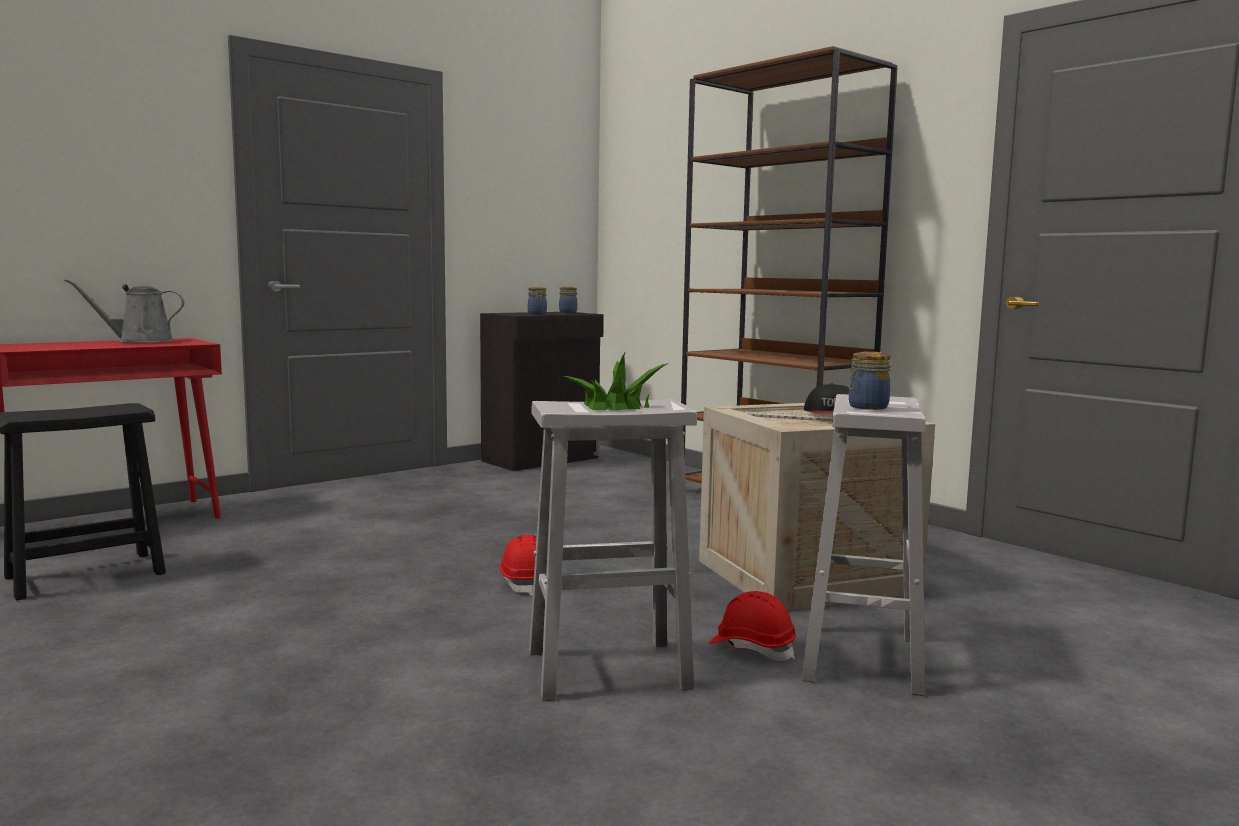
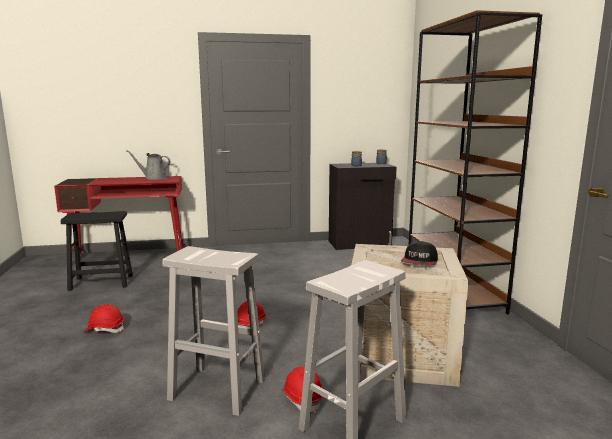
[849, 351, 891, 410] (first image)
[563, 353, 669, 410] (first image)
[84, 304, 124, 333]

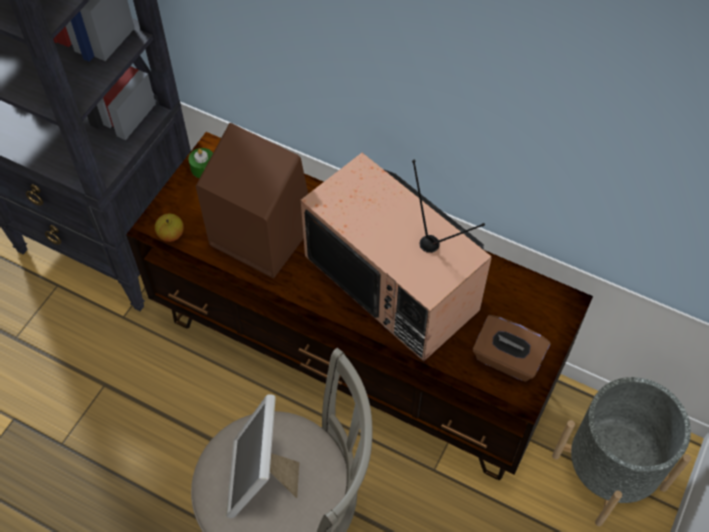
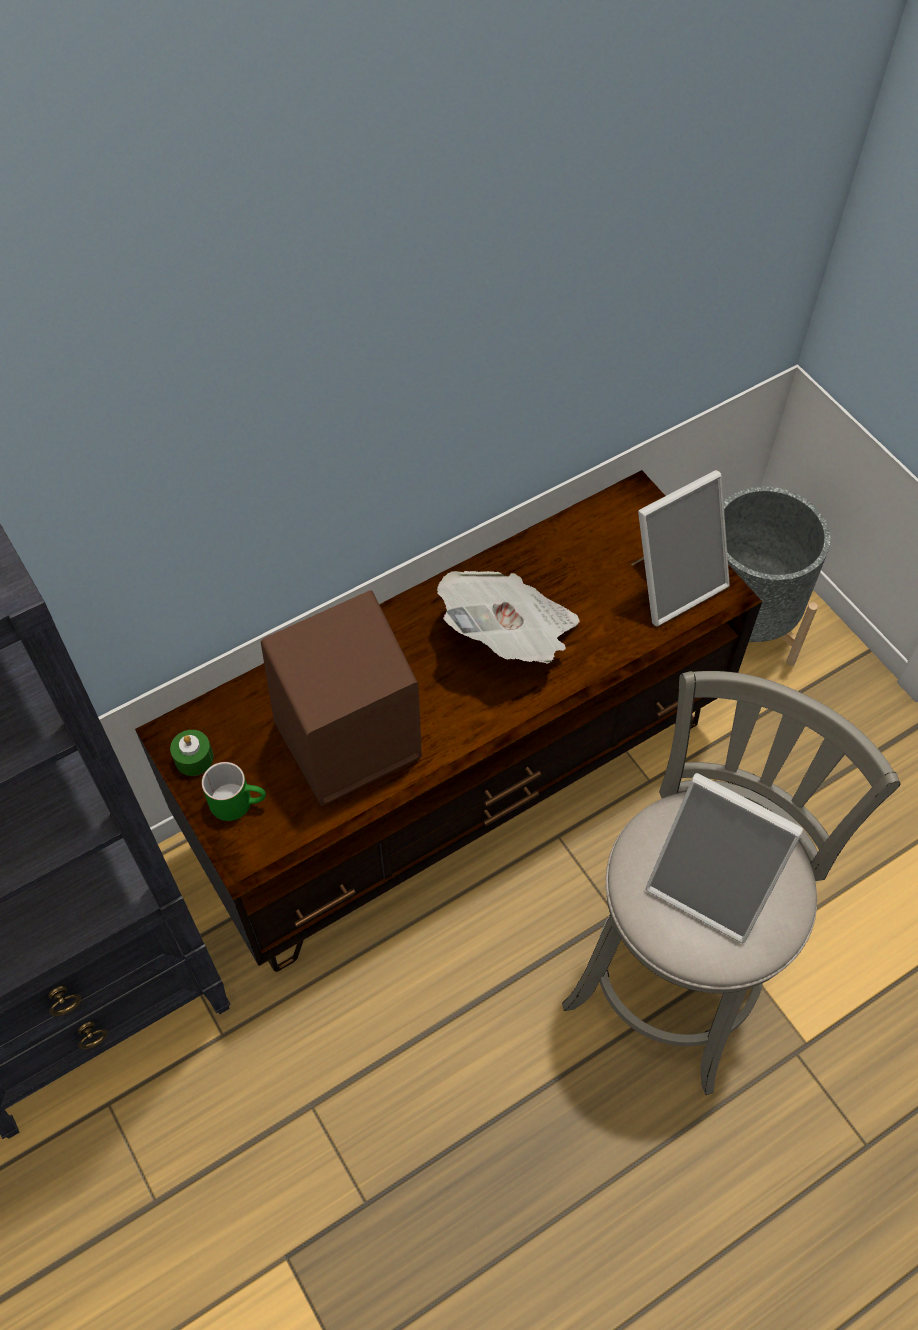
[437, 571, 580, 664]
[155, 214, 184, 242] (first image)
[631, 470, 730, 626]
[201, 762, 266, 821]

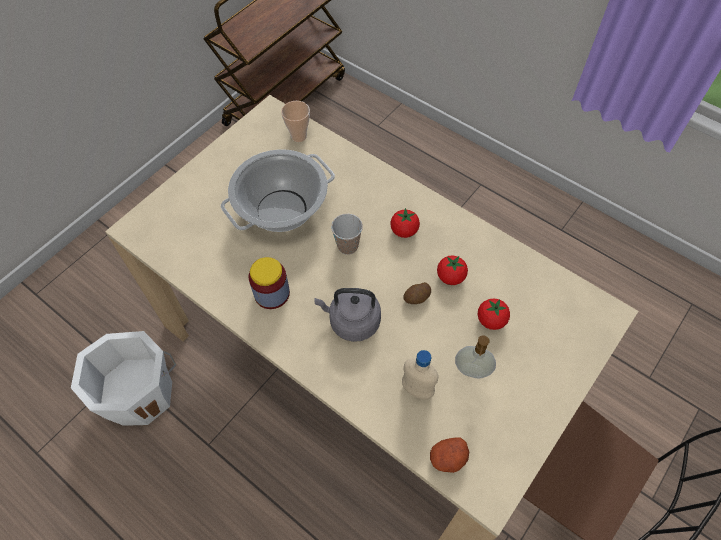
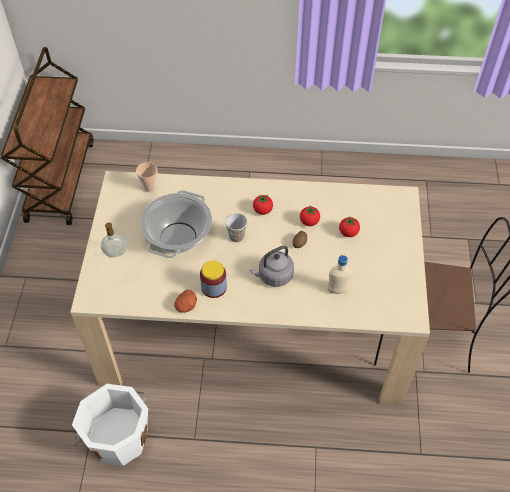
[101, 223, 127, 257]
[174, 289, 197, 313]

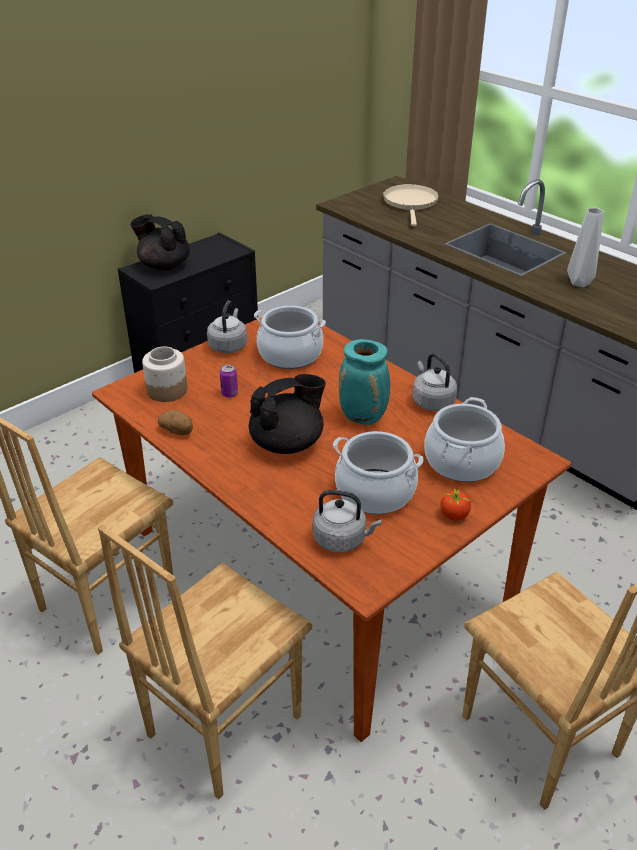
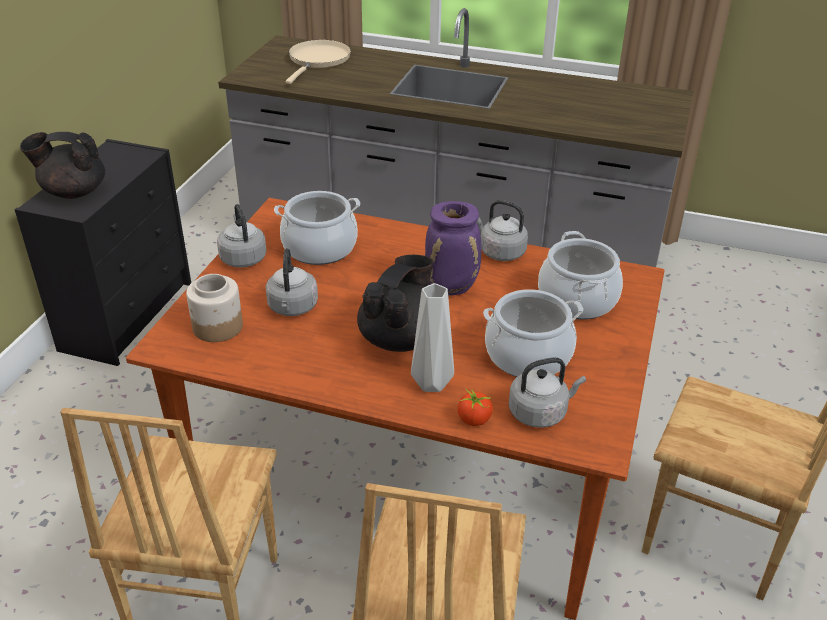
[286, 40, 351, 84]
[411, 283, 454, 392]
[425, 201, 481, 295]
[266, 248, 318, 316]
[158, 410, 193, 435] (first image)
[458, 388, 493, 426]

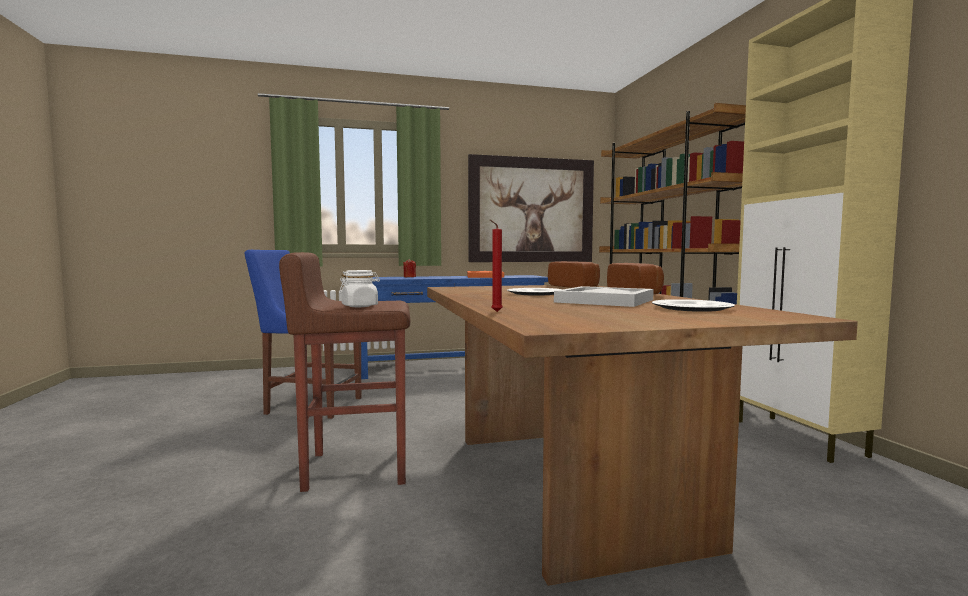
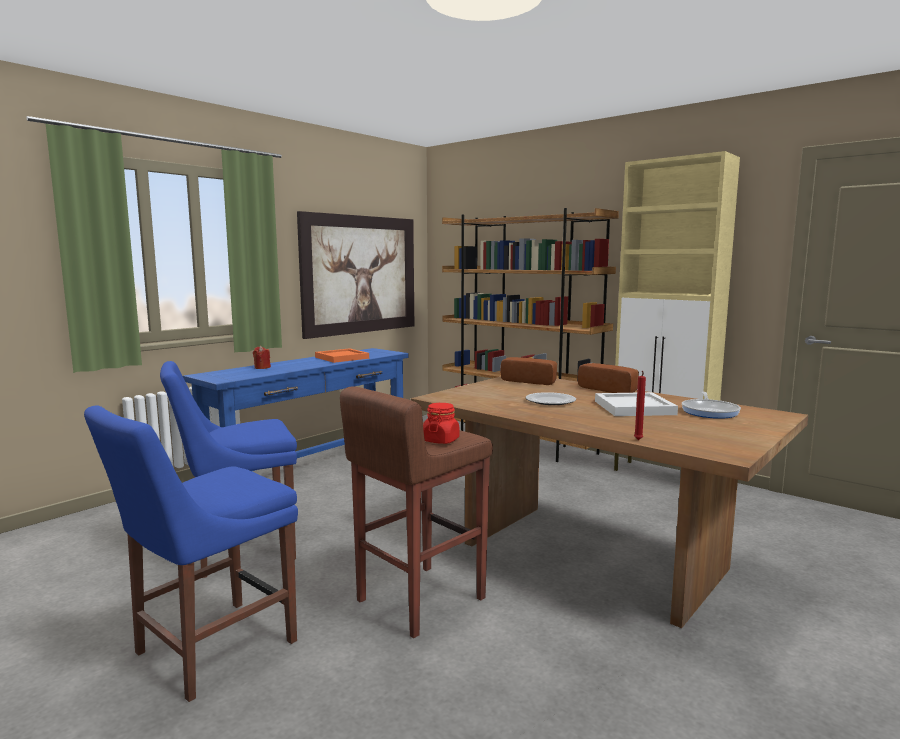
[423, 403, 459, 444]
[682, 392, 741, 419]
[84, 406, 298, 702]

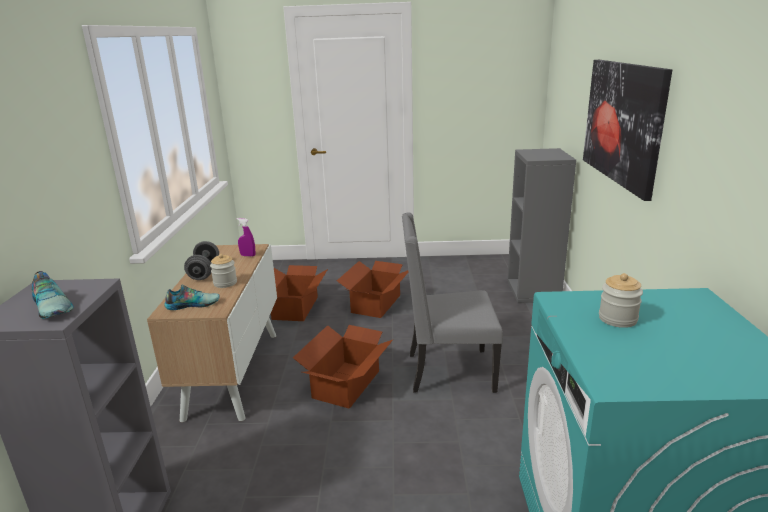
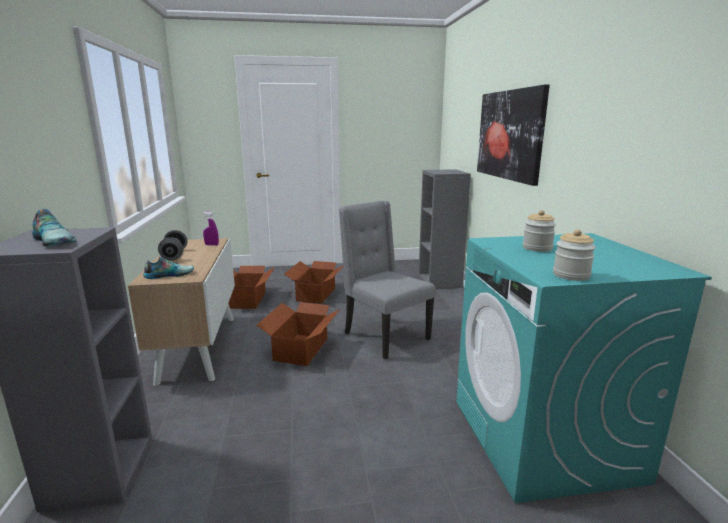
[339, 201, 435, 359]
[553, 229, 596, 281]

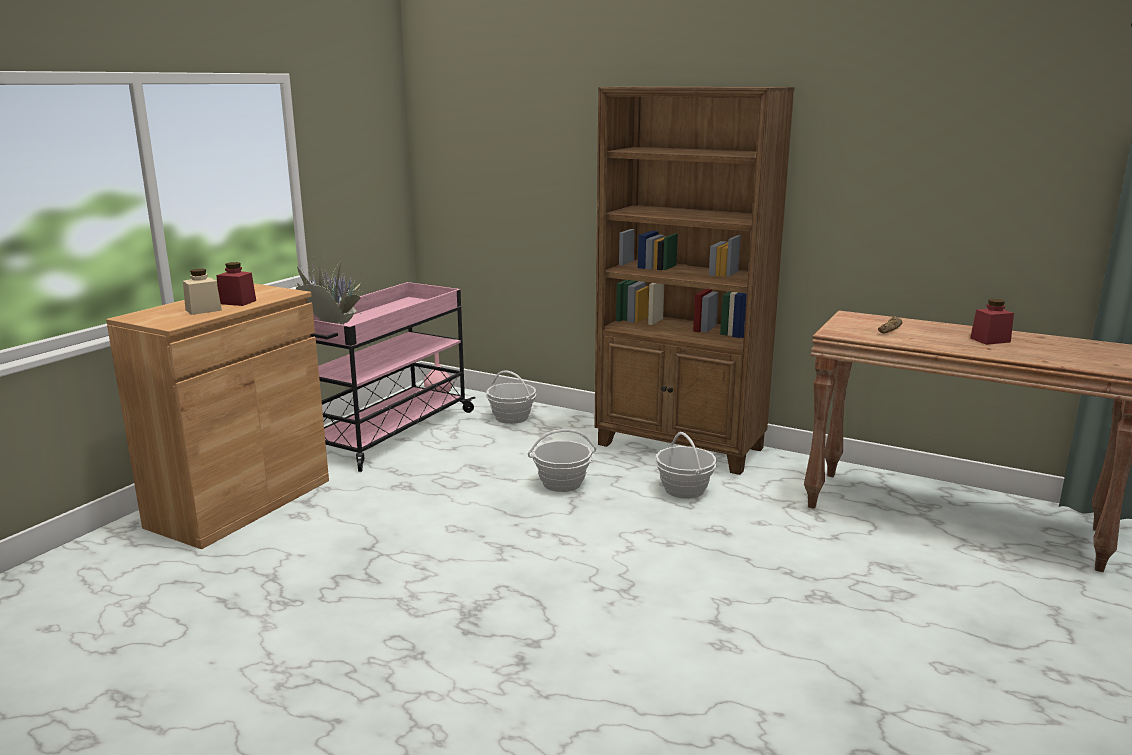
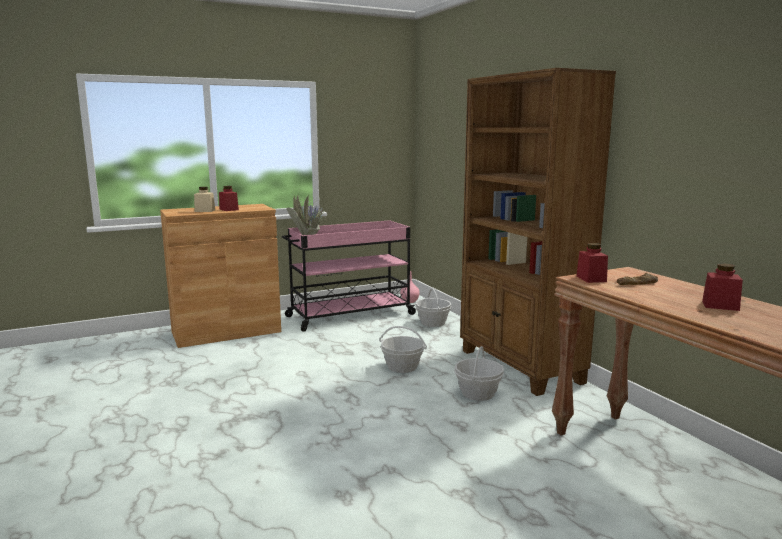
[576, 243, 608, 283]

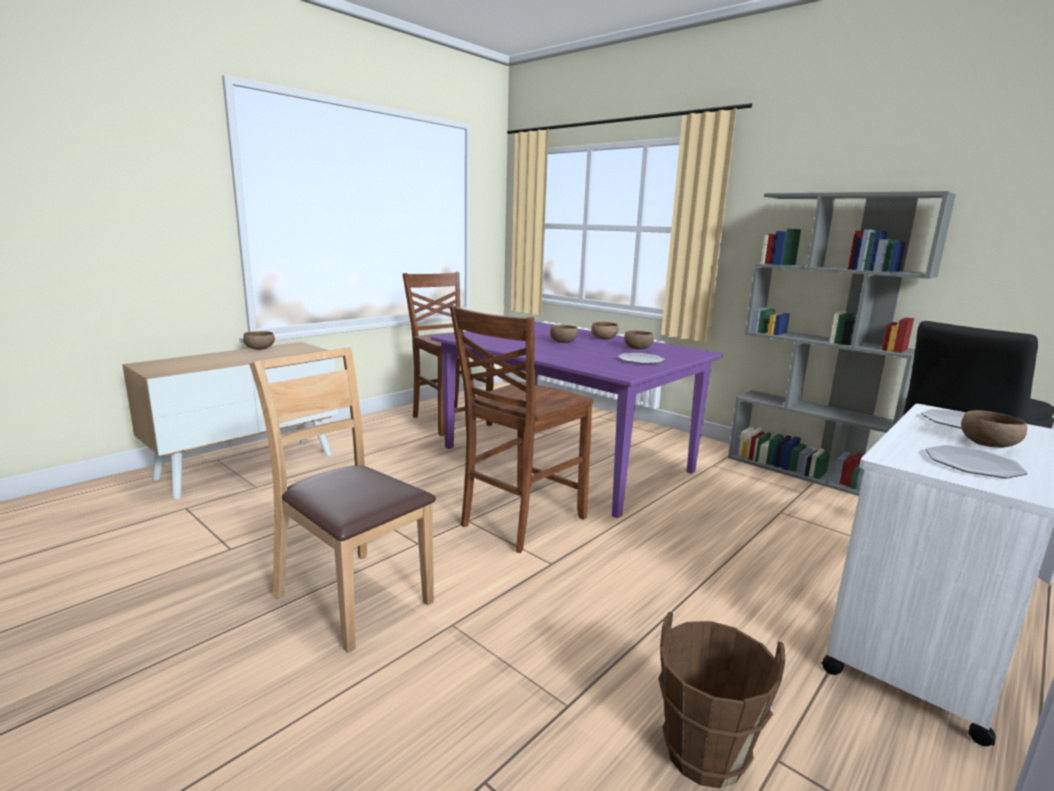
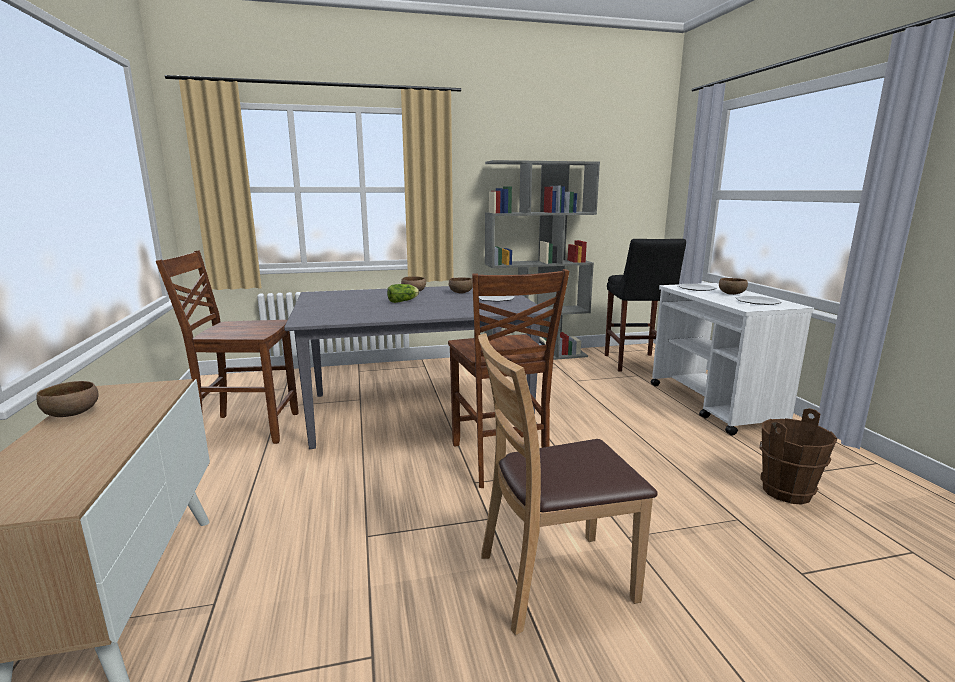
[284, 286, 547, 449]
[387, 284, 419, 303]

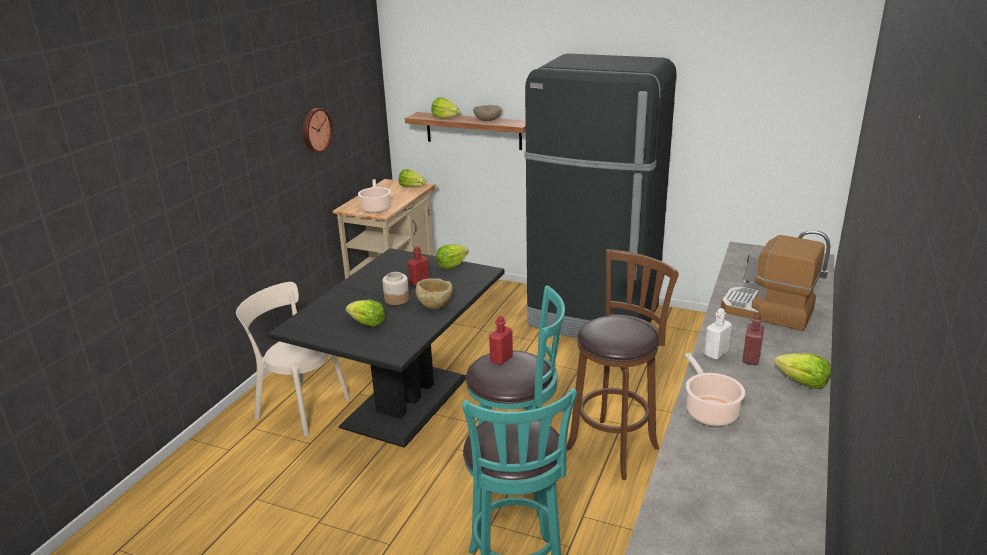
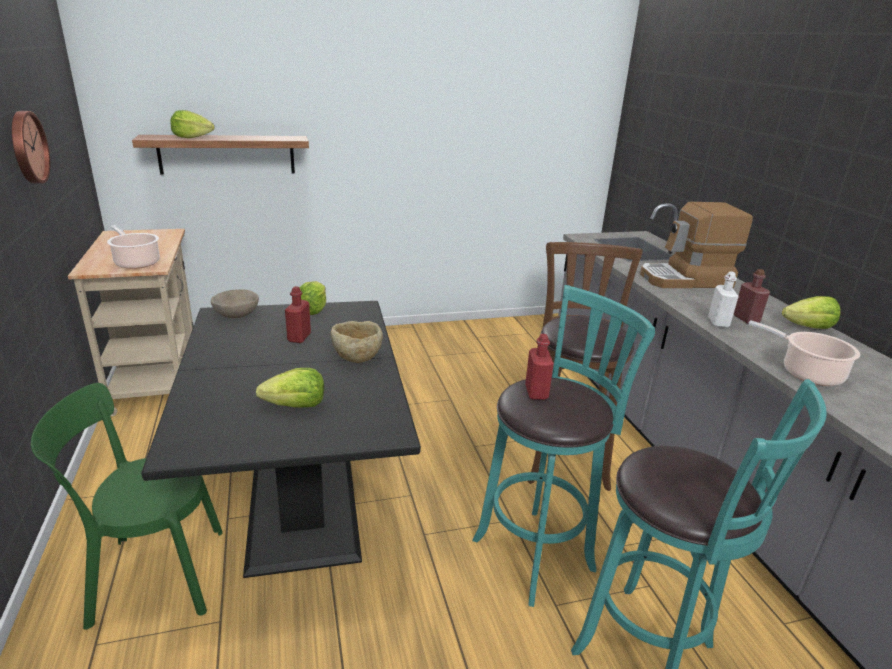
[524, 54, 676, 338] (first image)
[211, 289, 259, 318]
[399, 169, 426, 187] (first image)
[382, 272, 409, 305] (first image)
[31, 383, 223, 630]

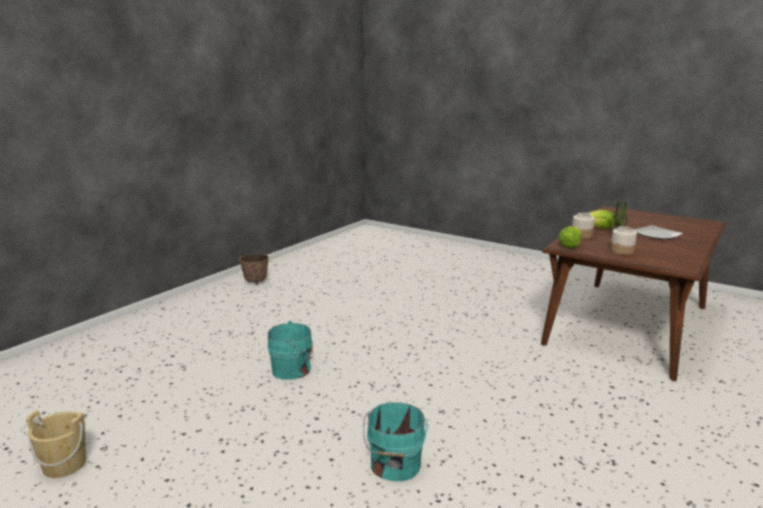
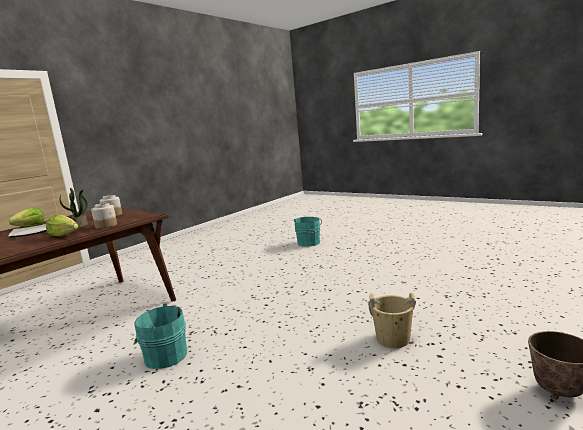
[8, 207, 44, 226]
[134, 304, 187, 369]
[368, 293, 416, 348]

